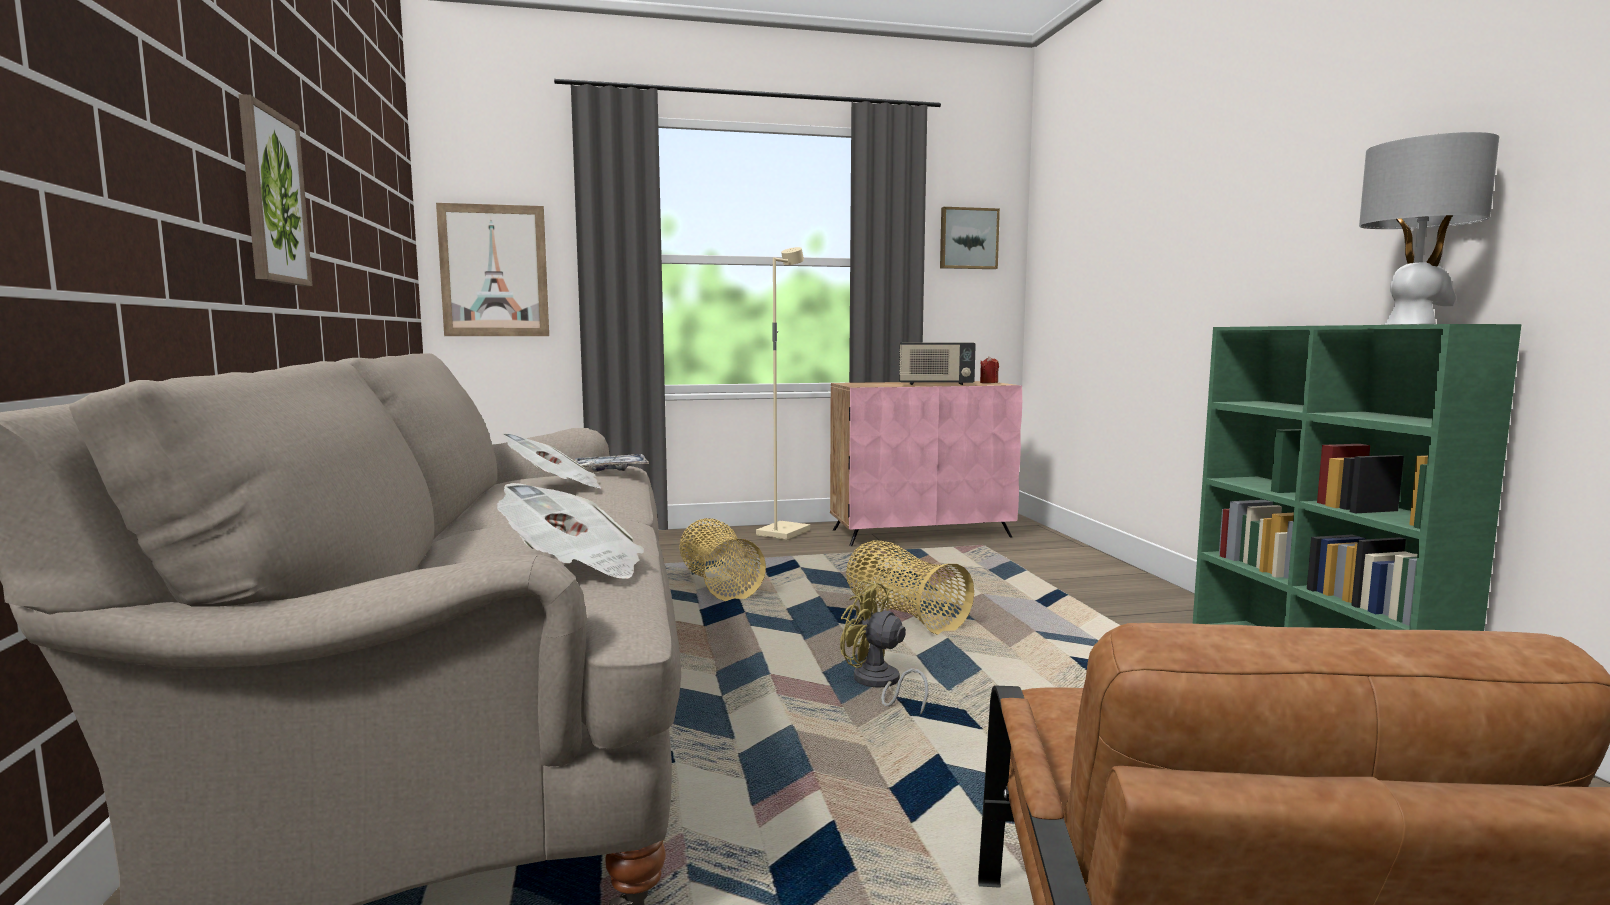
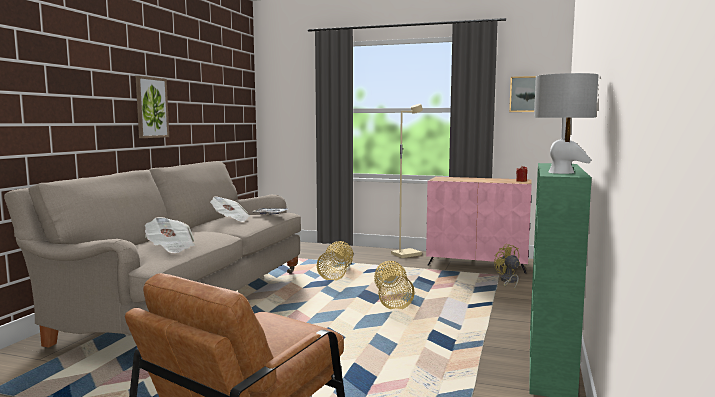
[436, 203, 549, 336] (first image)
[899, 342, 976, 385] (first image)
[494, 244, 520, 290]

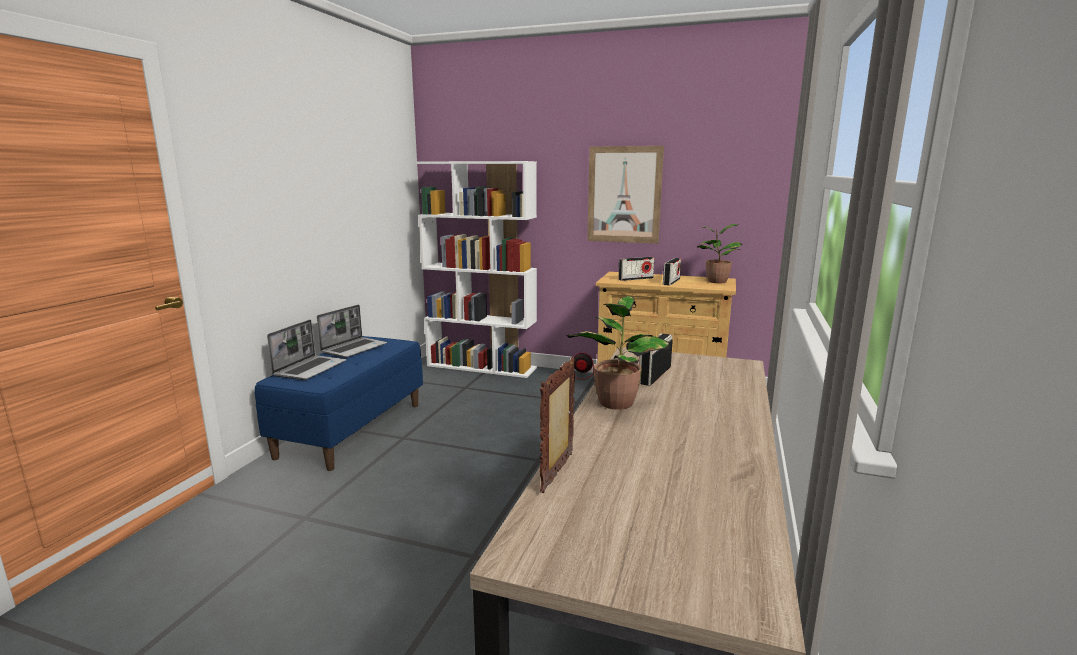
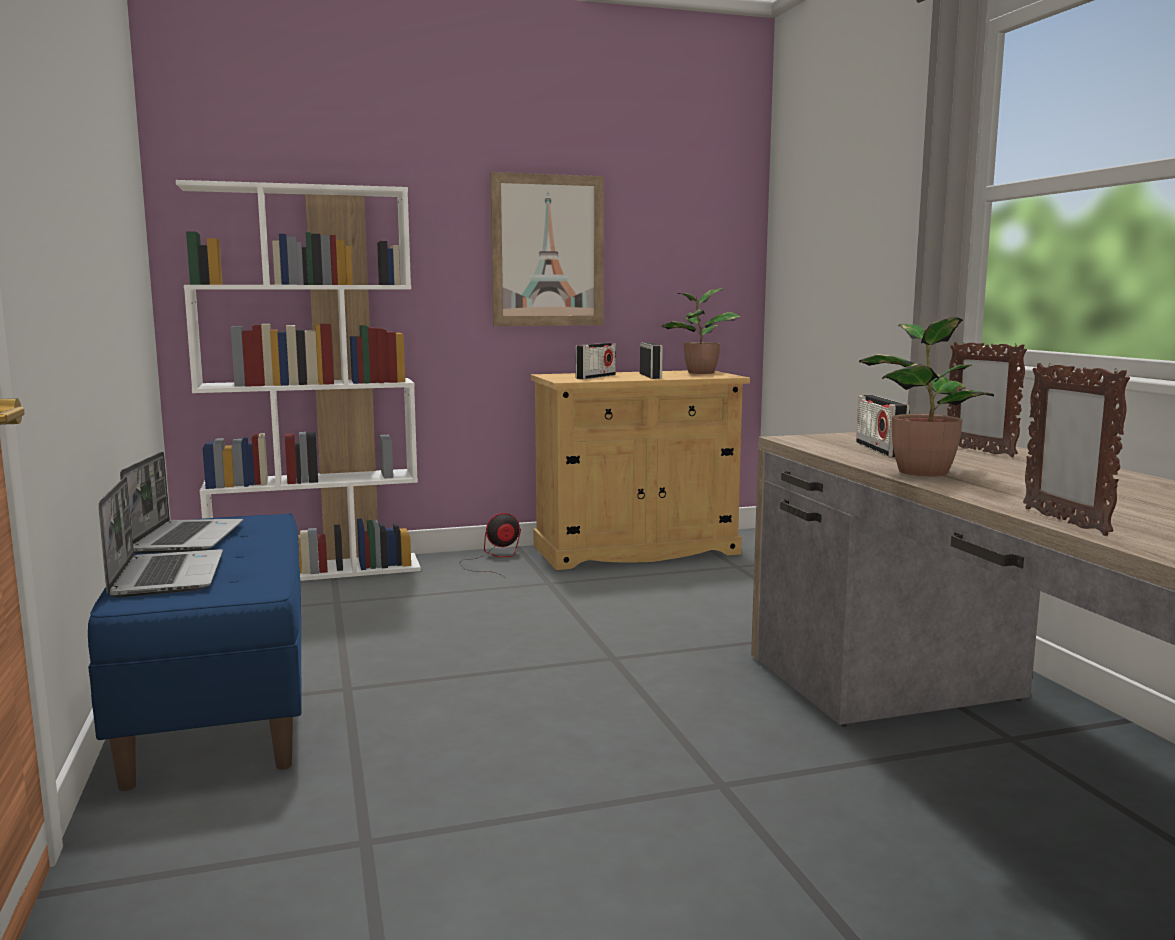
[947, 342, 1027, 457]

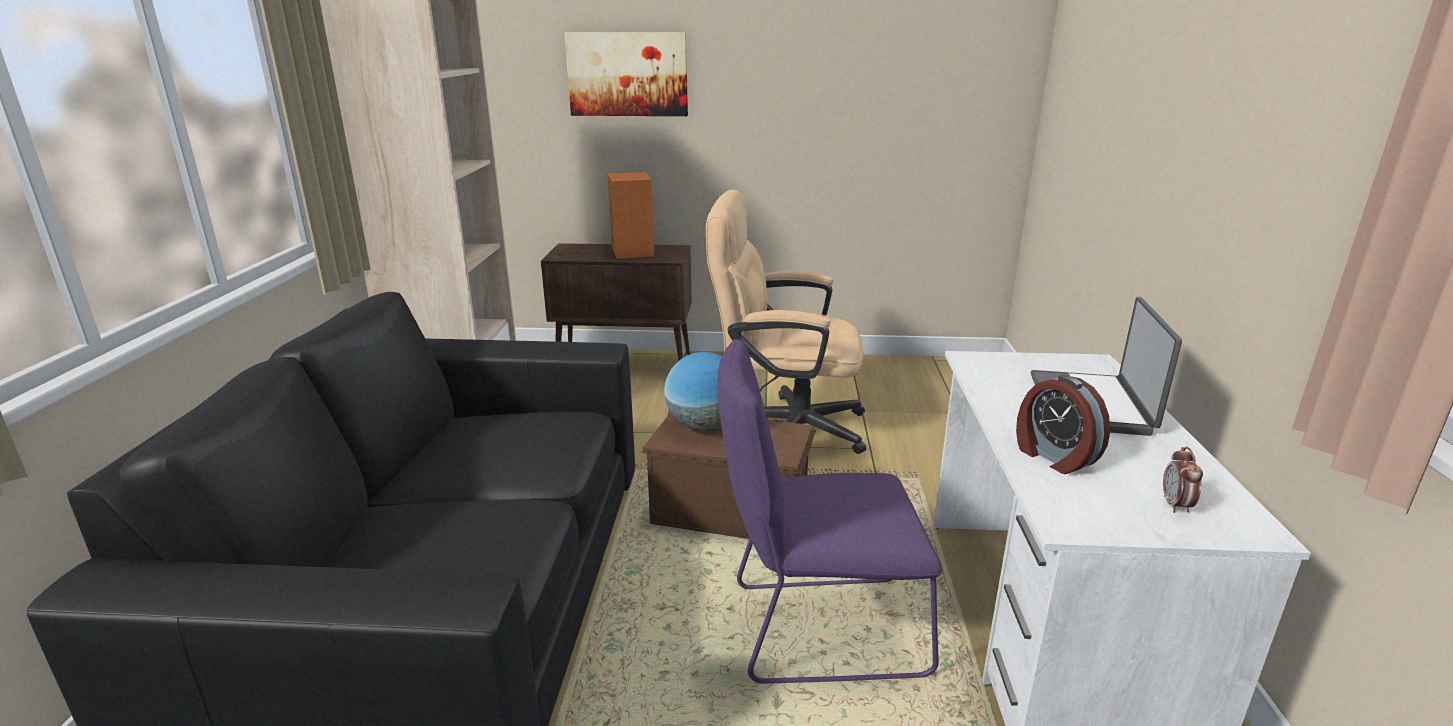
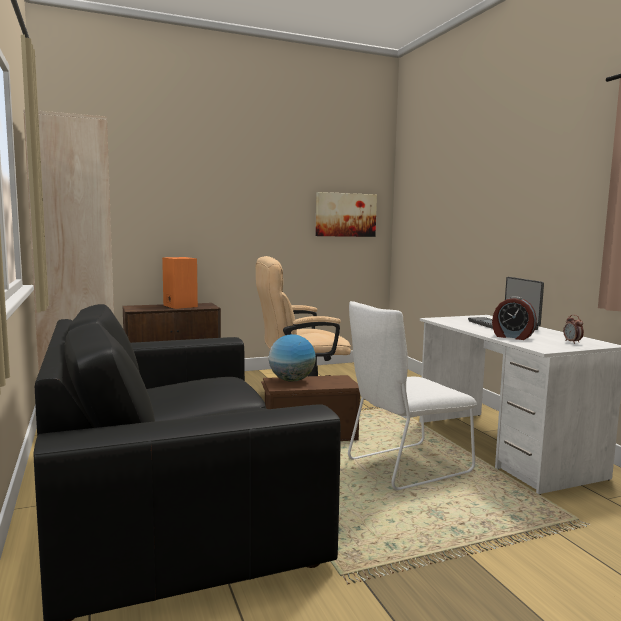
[315, 192, 377, 237]
[348, 301, 477, 490]

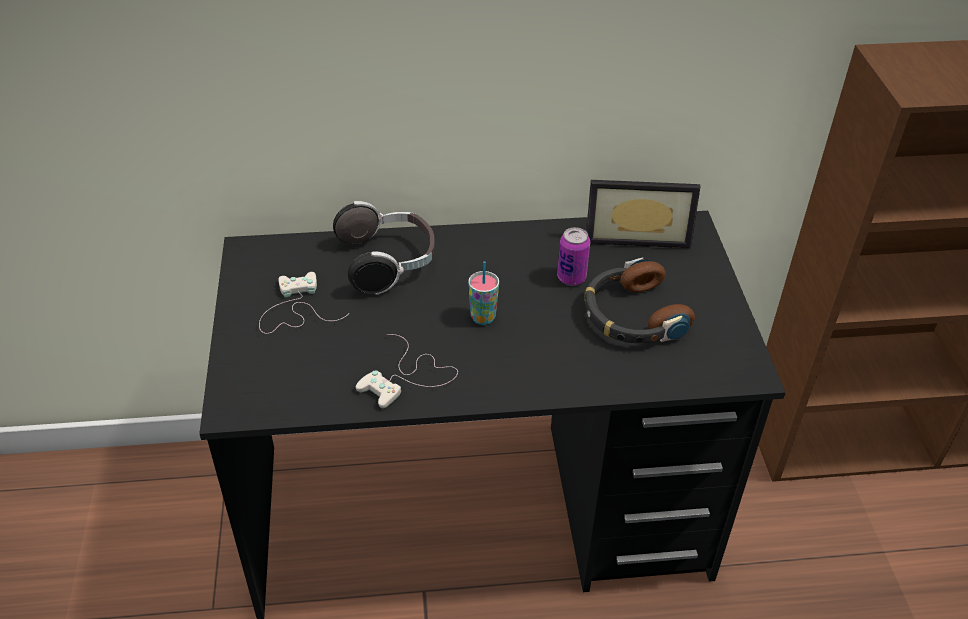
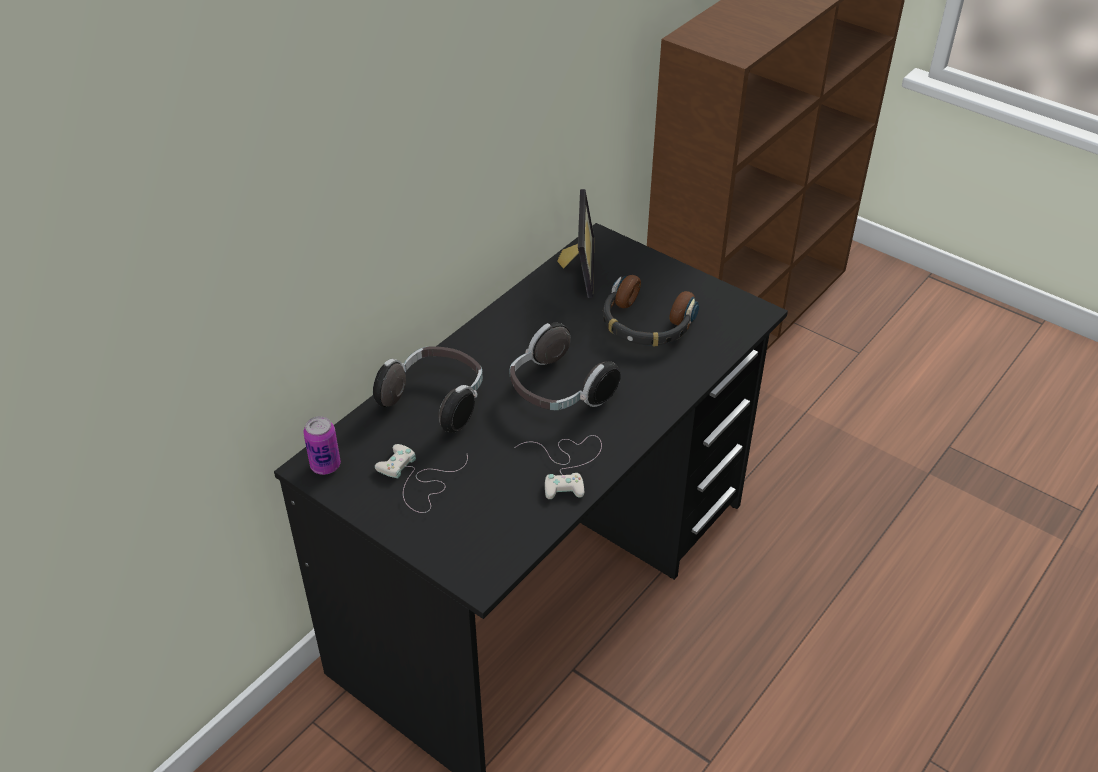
[557, 189, 594, 298]
[303, 416, 341, 475]
[510, 323, 621, 410]

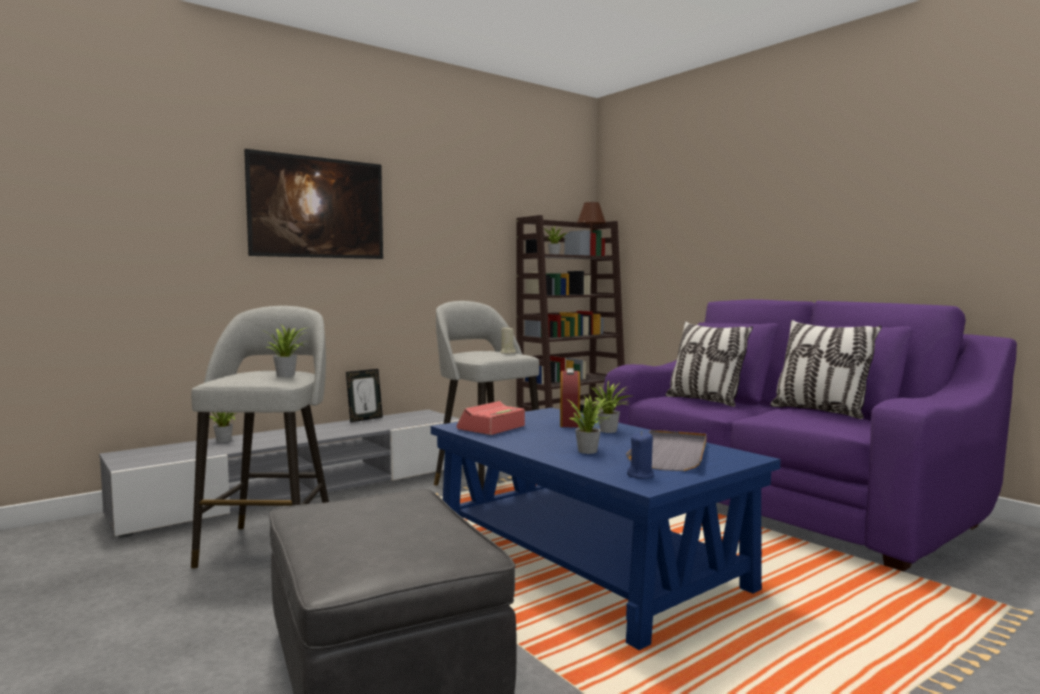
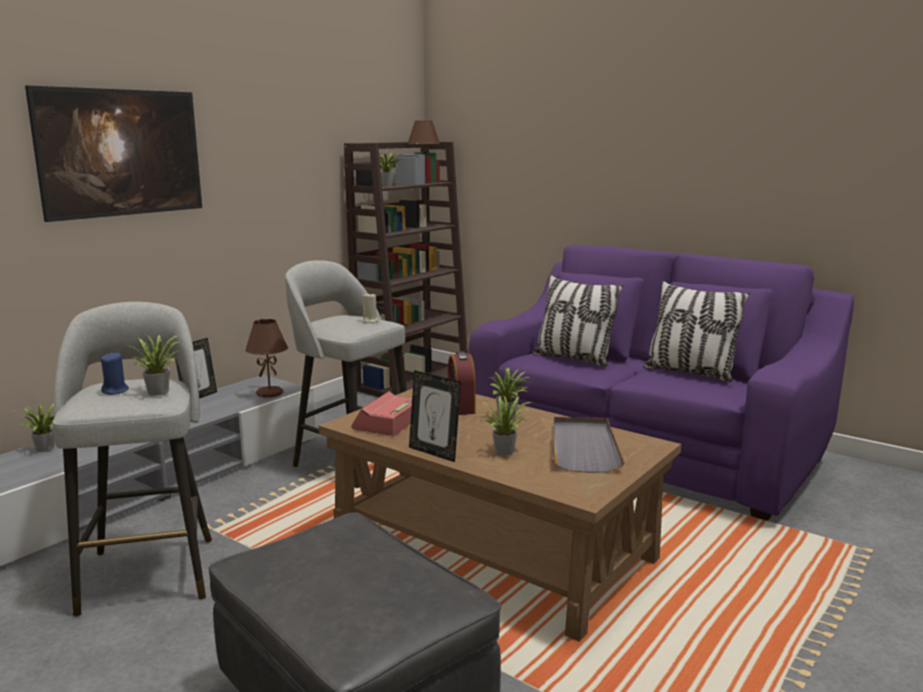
[319, 388, 681, 642]
[101, 352, 129, 395]
[245, 319, 288, 397]
[409, 370, 461, 462]

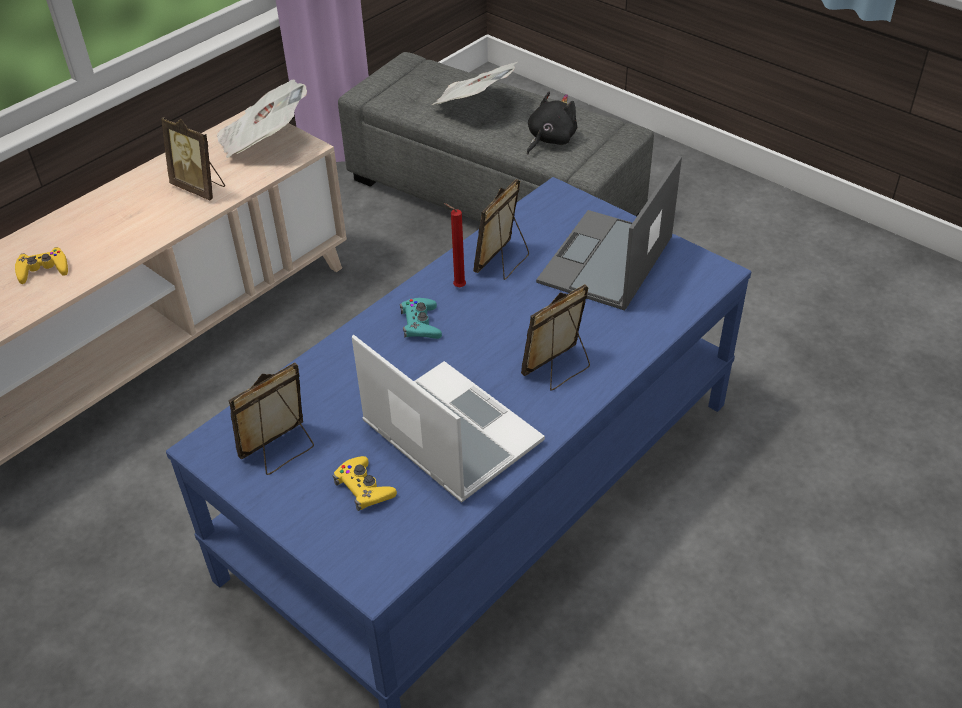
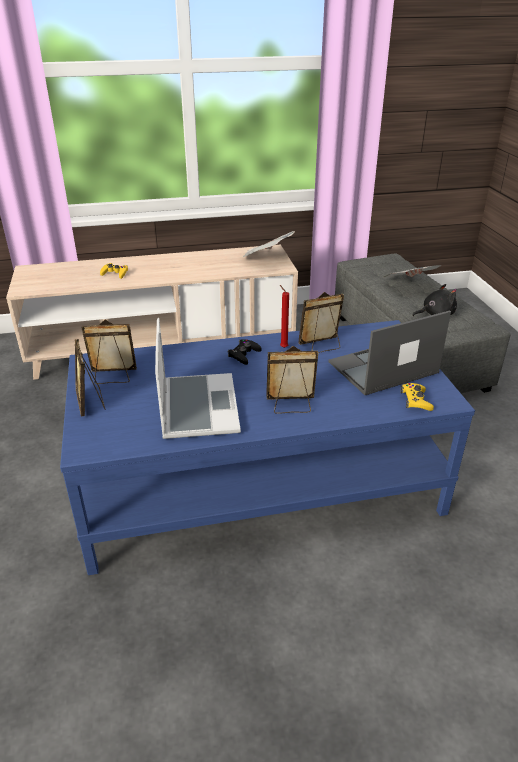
[75, 339, 106, 417]
[228, 339, 262, 365]
[400, 383, 434, 411]

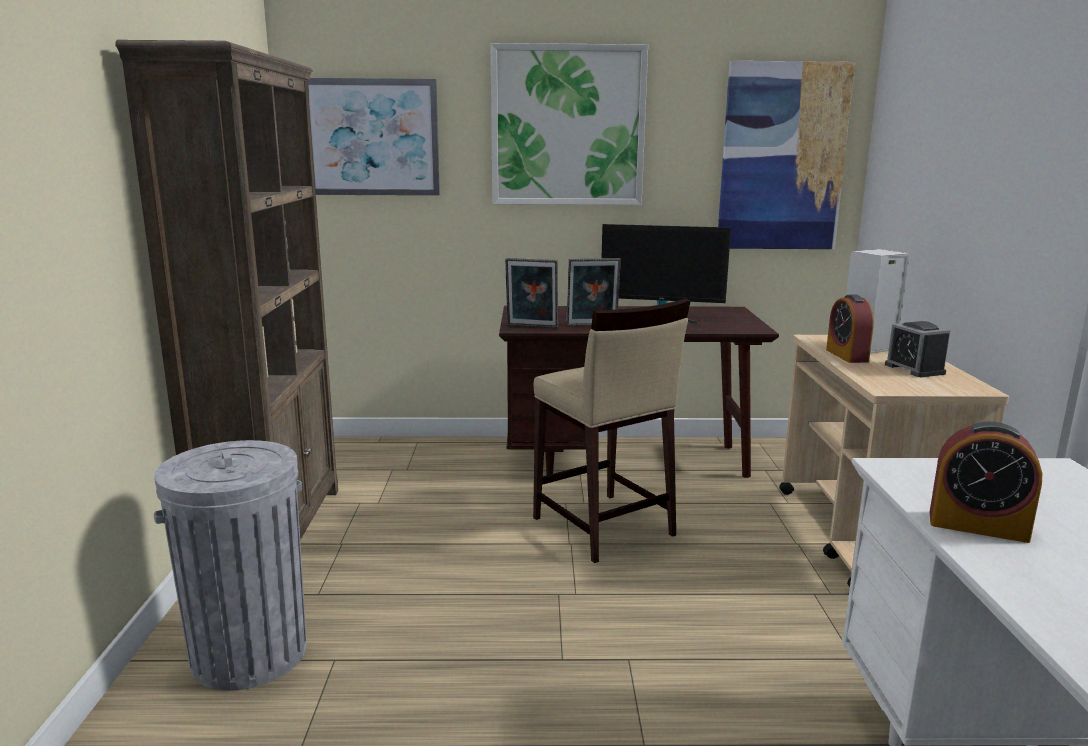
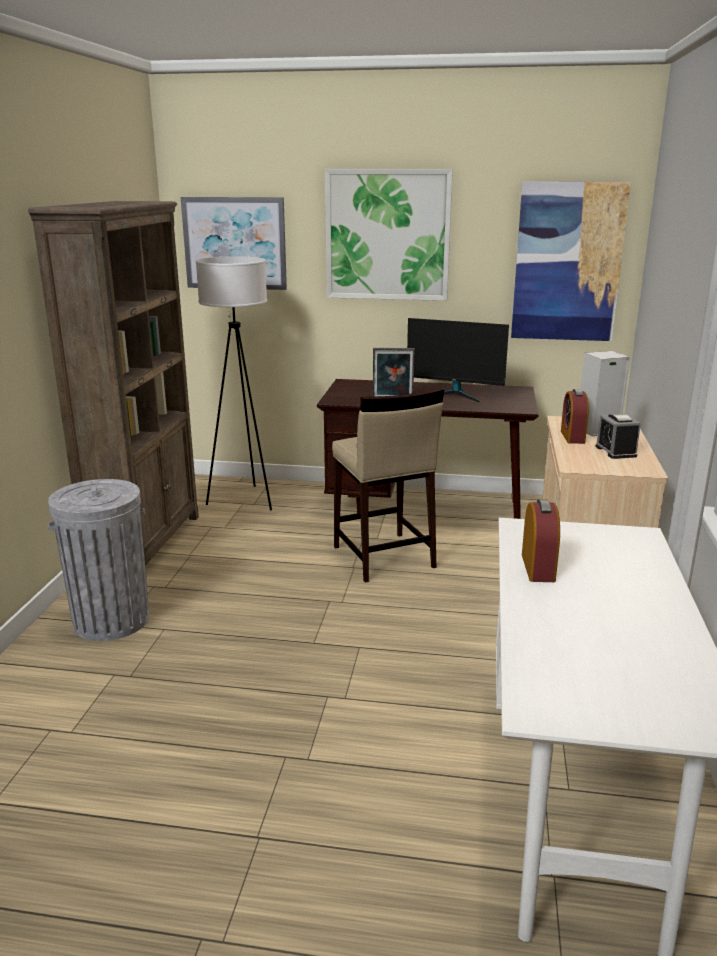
[505, 258, 558, 328] (first image)
[522, 499, 560, 582]
[196, 256, 272, 511]

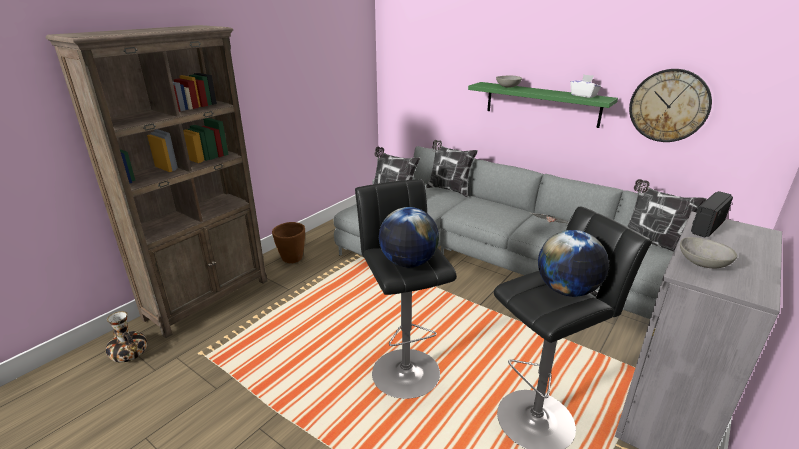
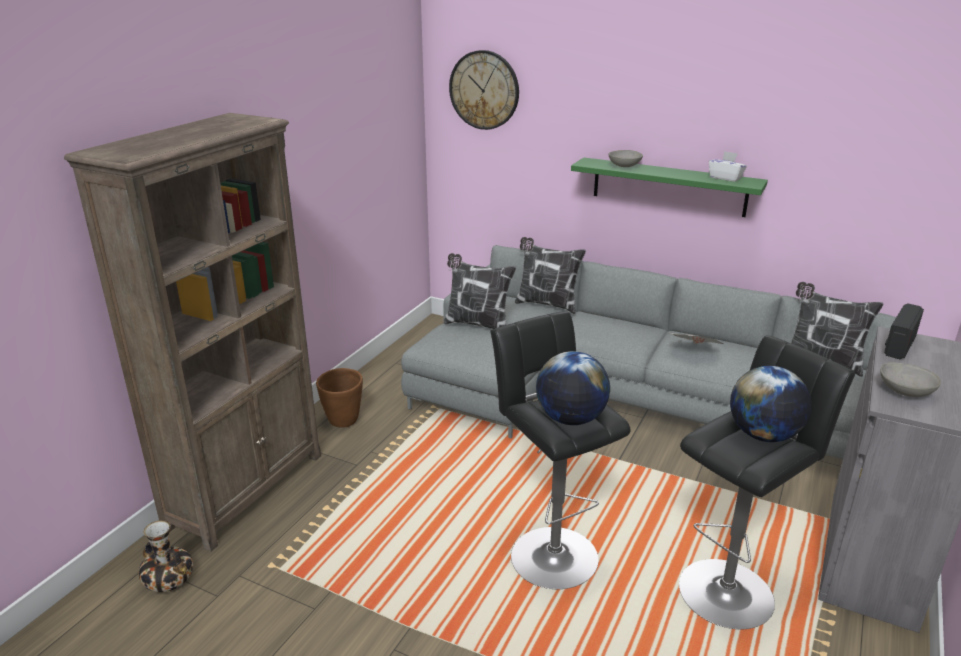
[449, 50, 519, 130]

